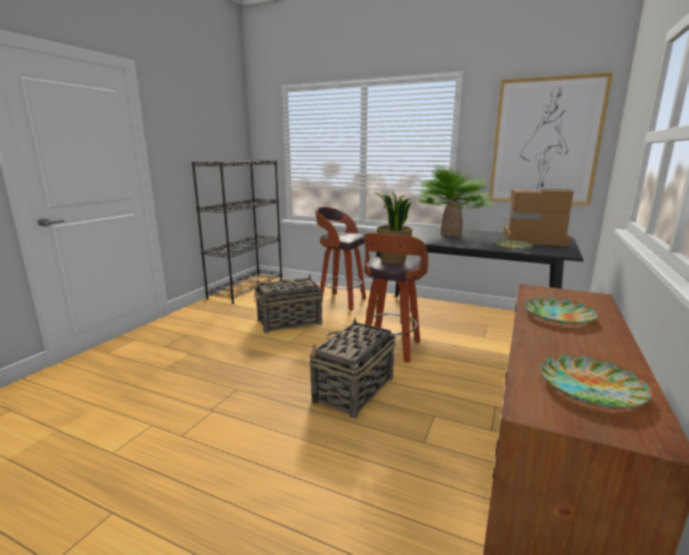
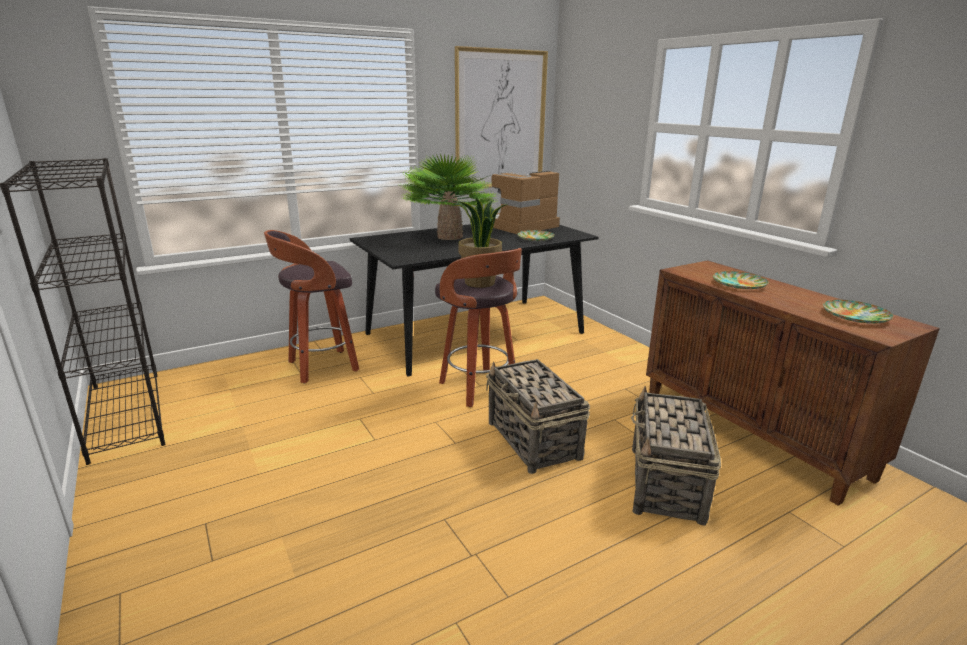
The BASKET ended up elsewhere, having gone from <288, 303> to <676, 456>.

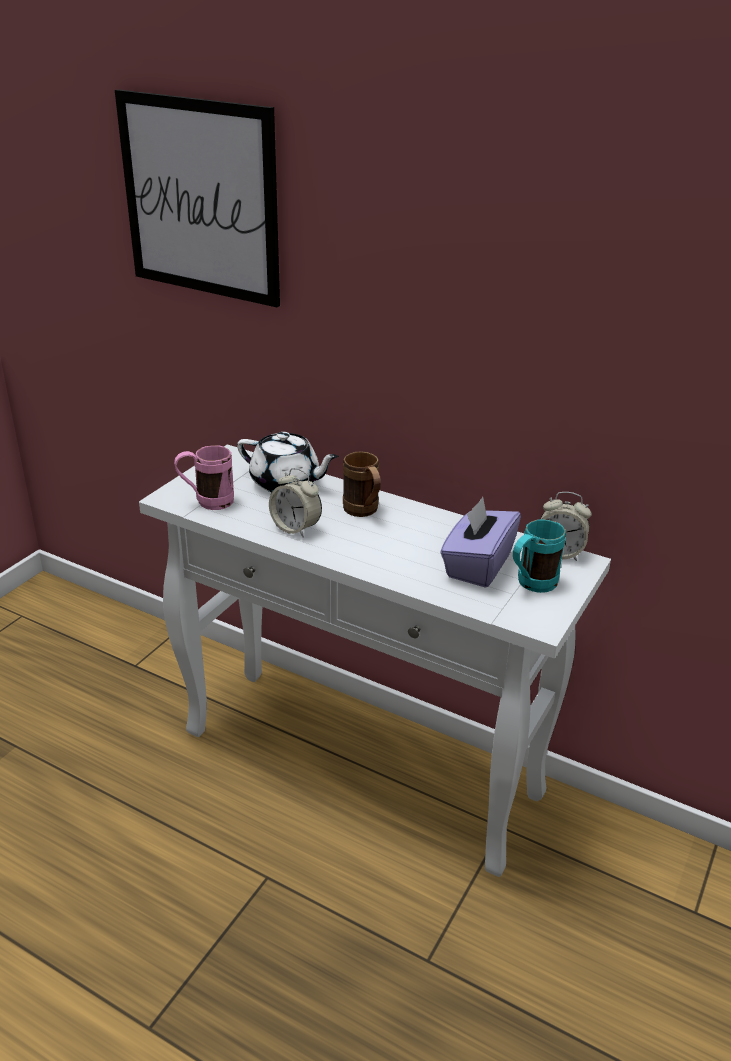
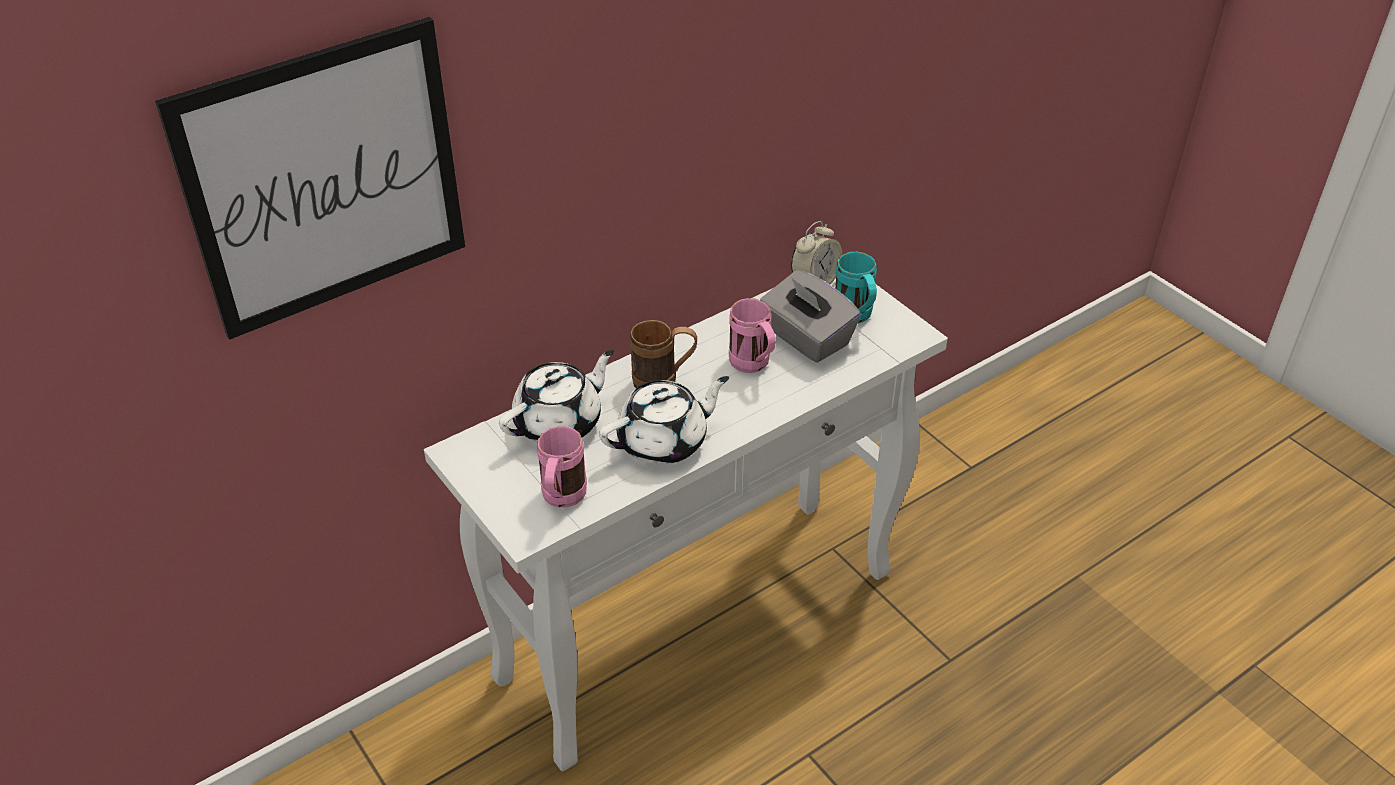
Where the ALARM CLOCK stood at <295, 503>, the WHITE TEAPOT came to stand at <664, 420>. What was the PURPLE TISSUE BOX at <480, 542> turned into the GREY TISSUE BOX at <810, 316>. The second view gained the PINK MUG at <752, 335>.

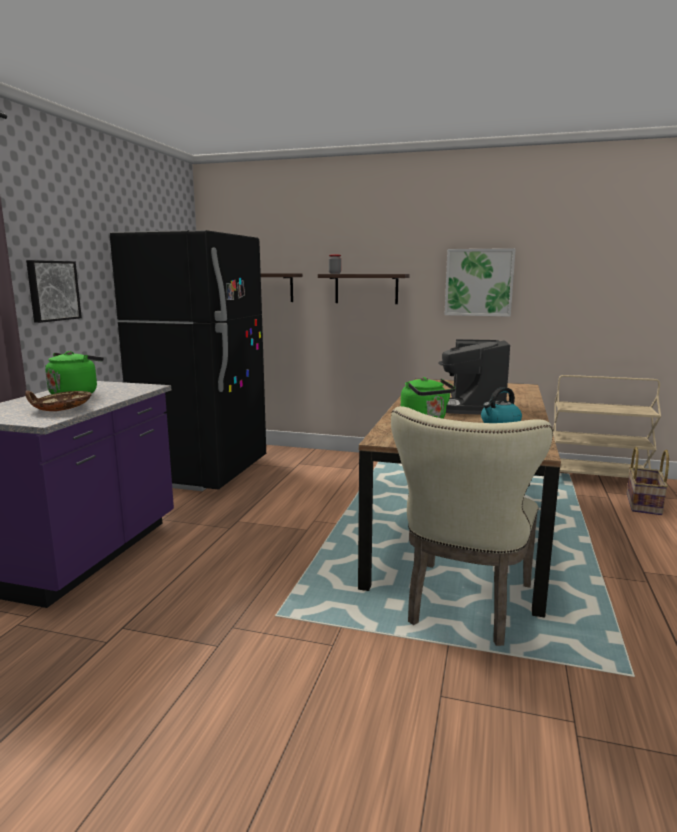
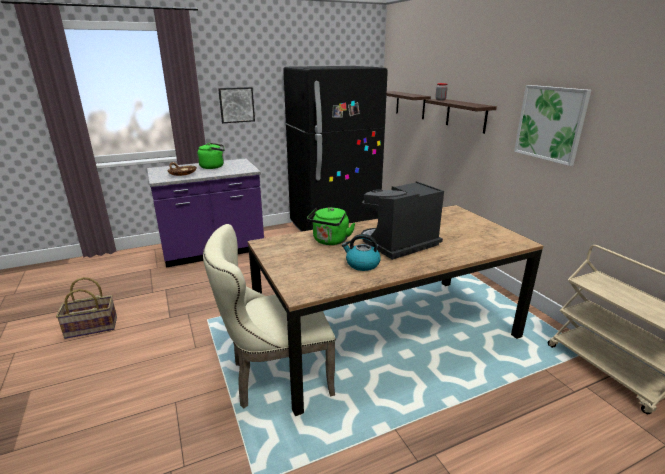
The BASKET ended up elsewhere, having gone from <648, 481> to <86, 308>.

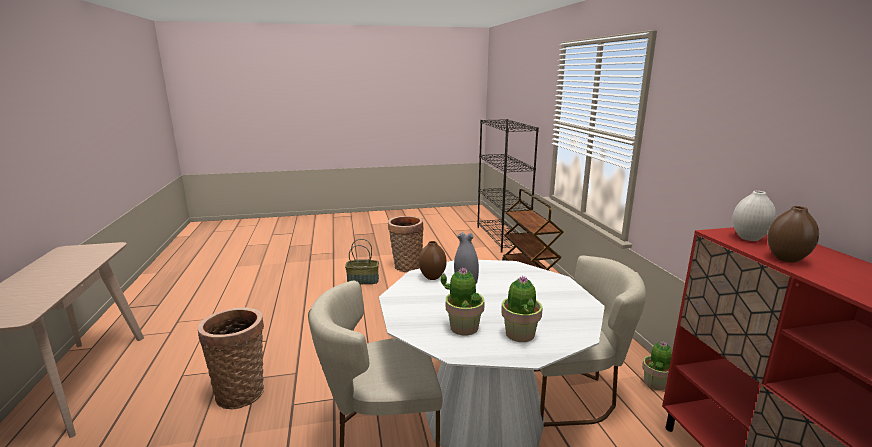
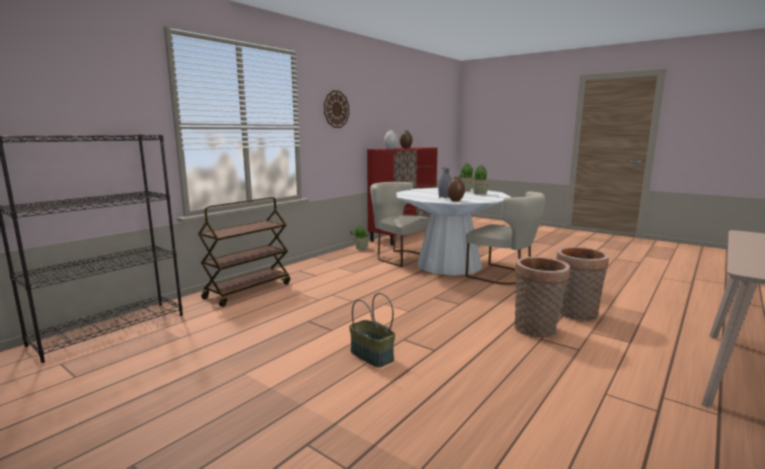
The BASKET ended up elsewhere, having gone from <406, 244> to <542, 297>. The second view gained the WALL CLOCK at <336, 109>.

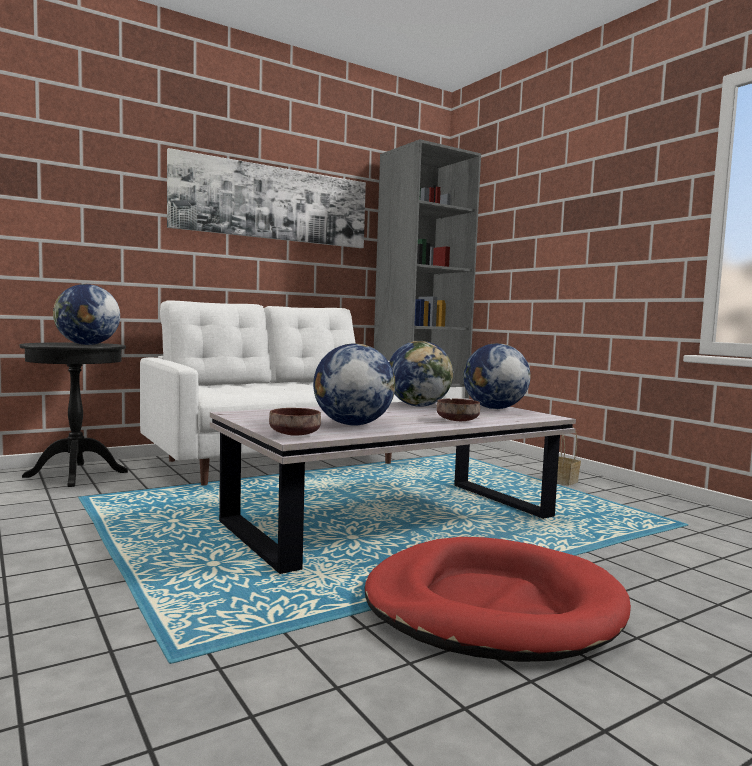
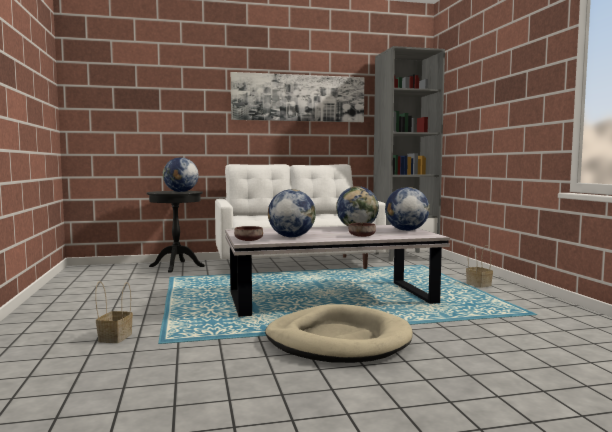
What was the RED DOG BED at <497, 599> turned into the BEIGE DOG BED at <339, 333>. The second view gained the BASKET at <114, 312>.

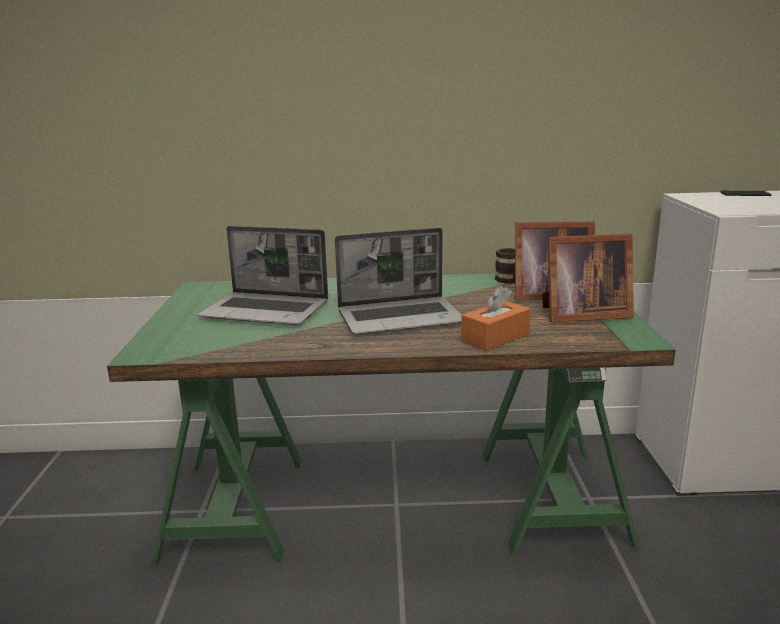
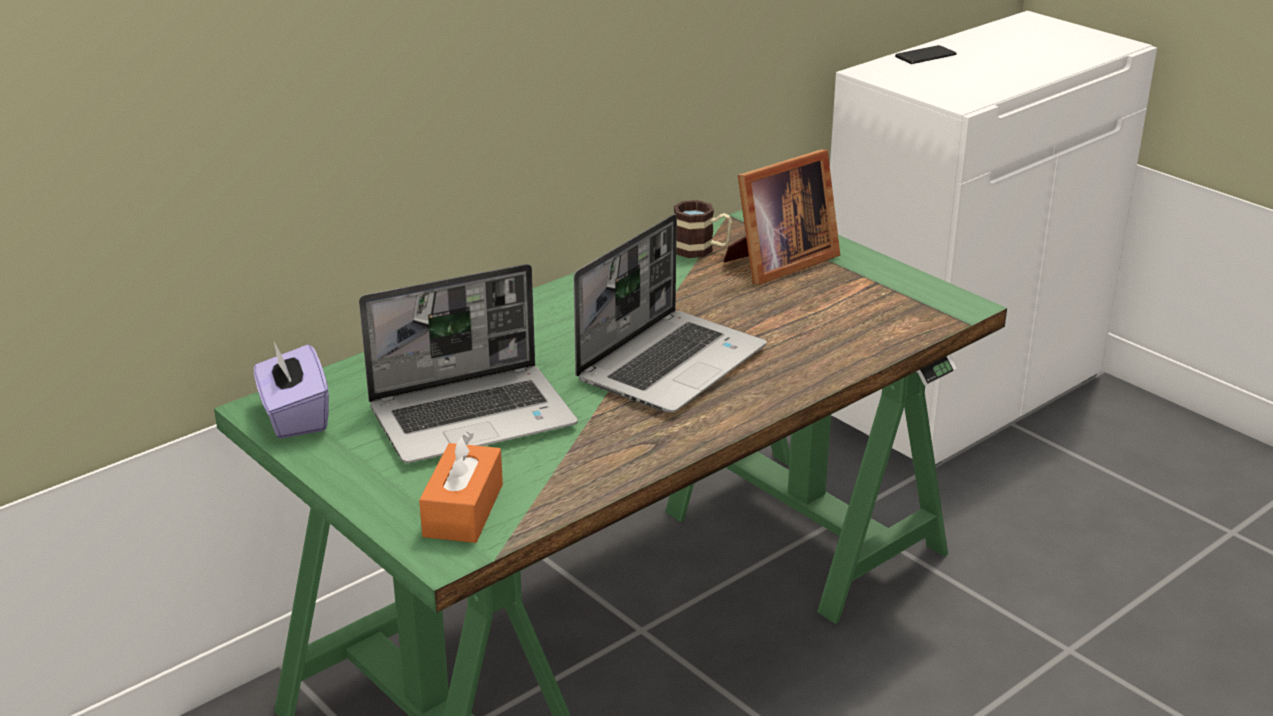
The ORANGE TISSUE BOX ended up elsewhere, having gone from <496, 318> to <461, 487>. The second view lost the PICTURE FRAME at <588, 277>. The second view gained the PURPLE TISSUE BOX at <291, 390>.

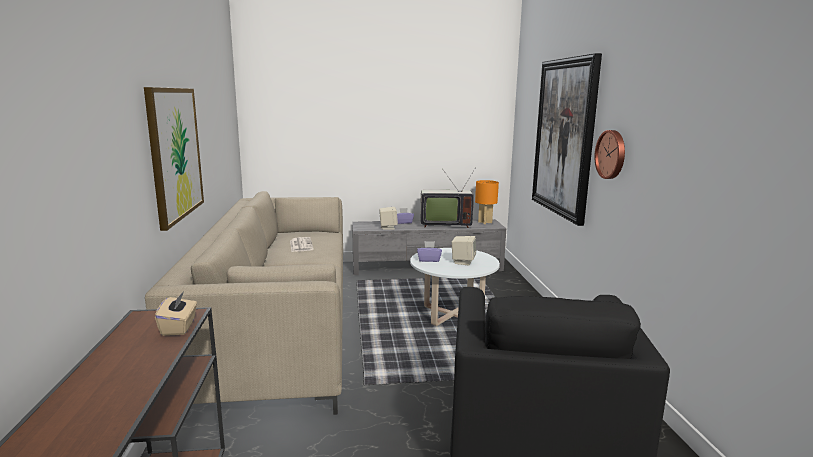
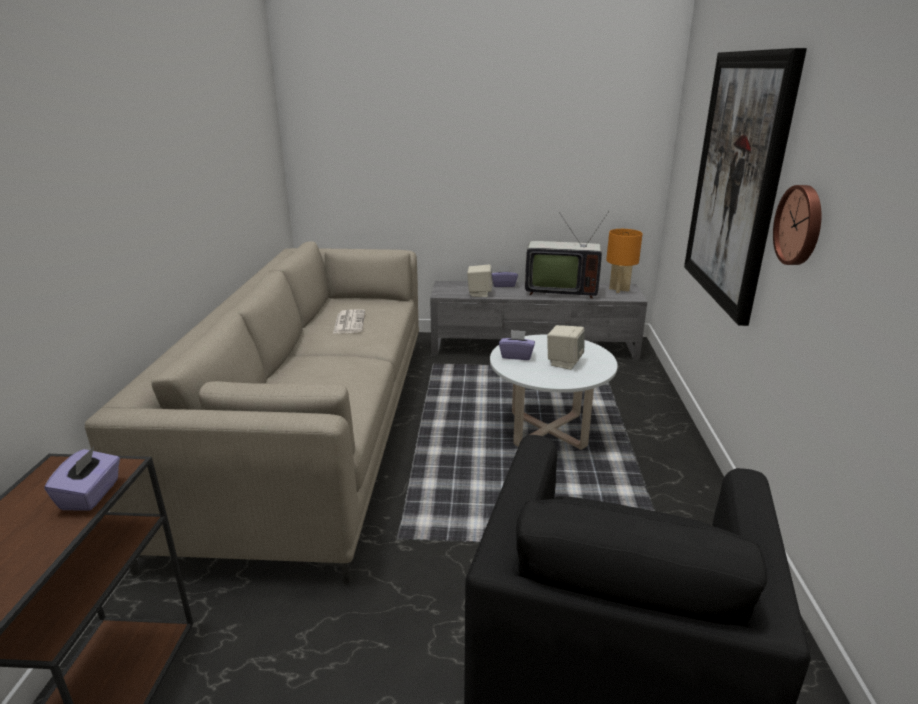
The second view lost the PICTURE at <174, 159>. What was the BEIGE TISSUE BOX at <176, 313> turned into the PURPLE TISSUE BOX at <82, 479>.

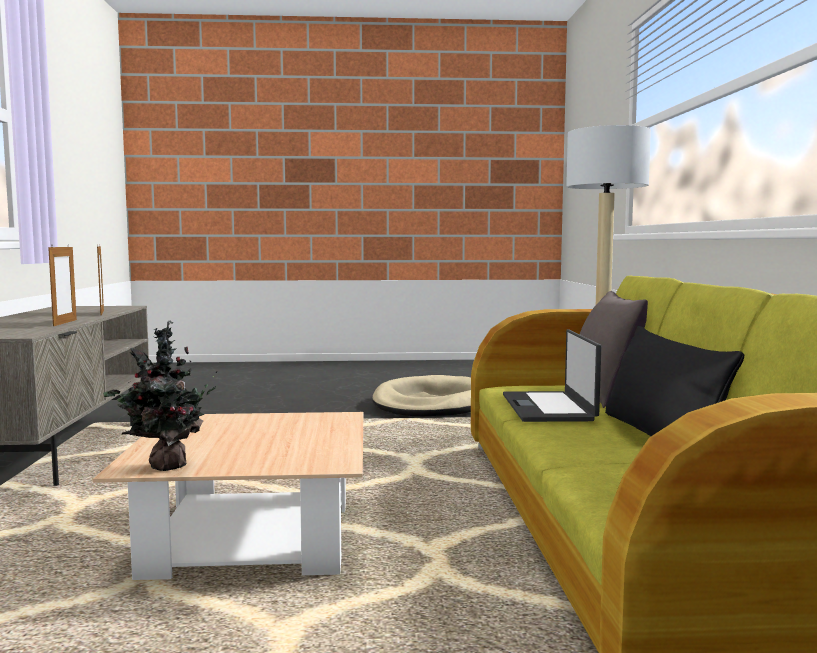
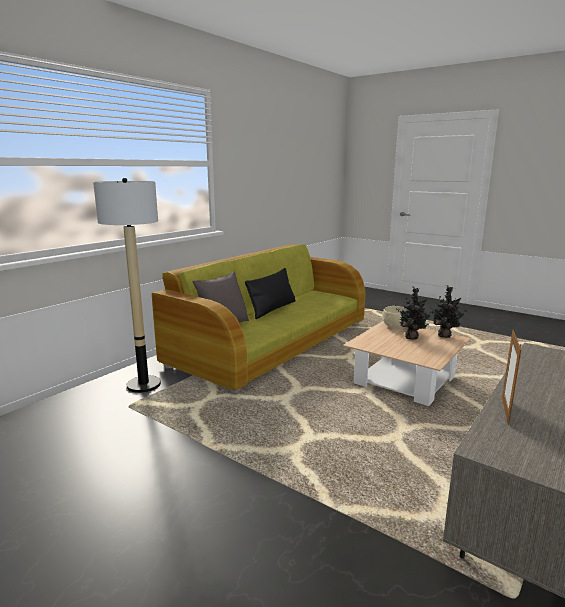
The second view lost the PICTURE FRAME at <62, 285>. The second view lost the BEIGE DOG BED at <421, 395>. The second view lost the LAPTOP at <552, 375>. The second view gained the BEIGE BOWL at <394, 317>. The second view gained the POTTED PLANT at <416, 313>.

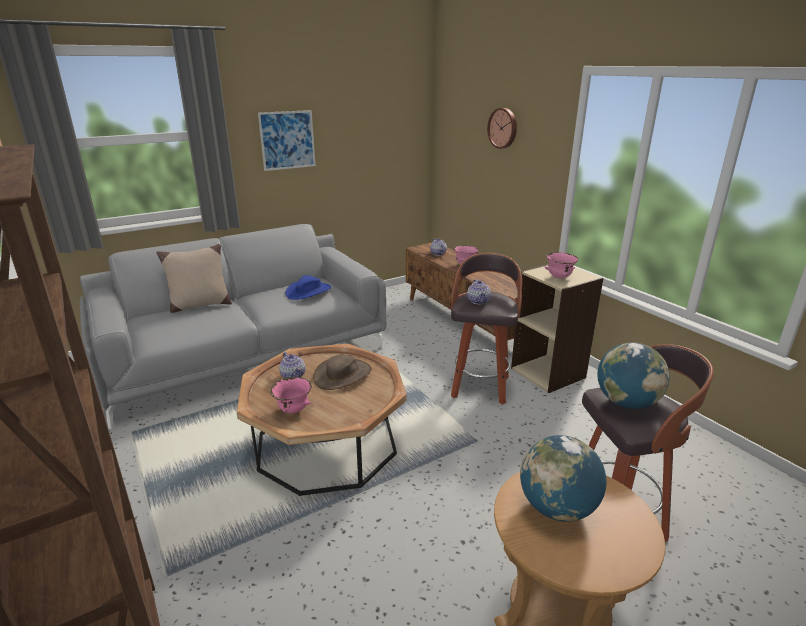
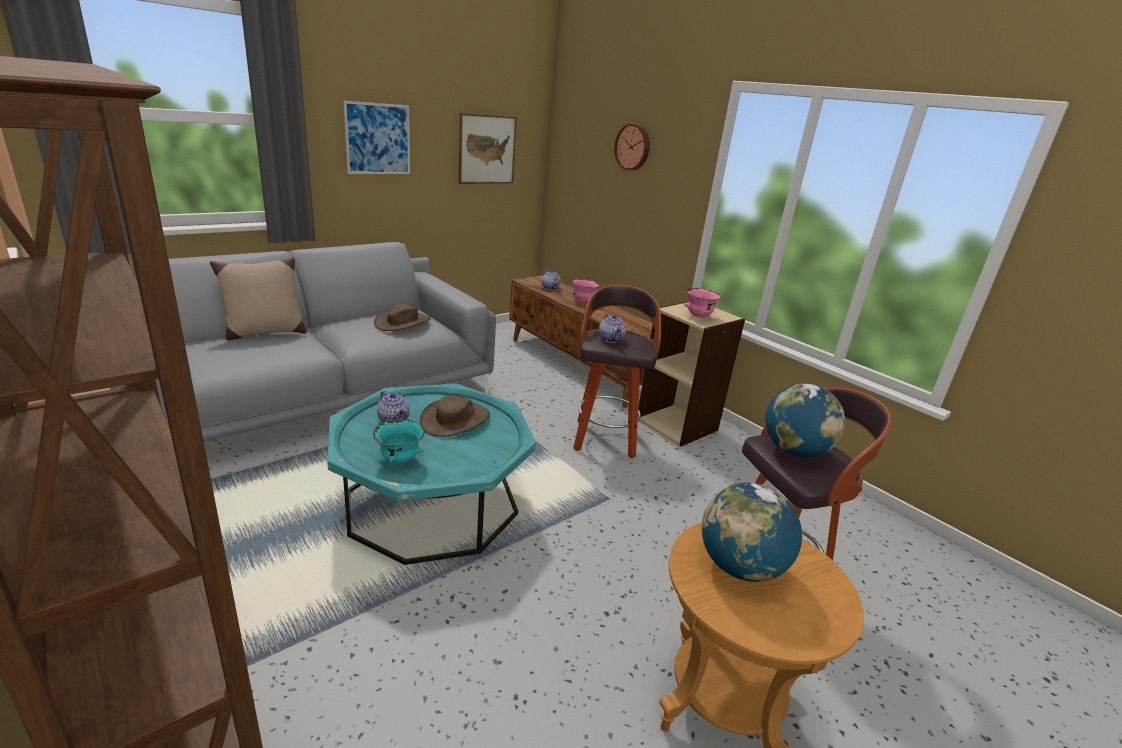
What was the BROWN COFFEE TABLE at <321, 420> turned into the TURQUOISE COFFEE TABLE at <431, 474>. What was the PINK BOWL at <291, 395> turned into the TURQUOISE BOWL at <399, 441>. What was the BLUE HAT at <308, 287> turned into the BROWN HAT at <402, 317>. The second view gained the PICTURE at <488, 148>.

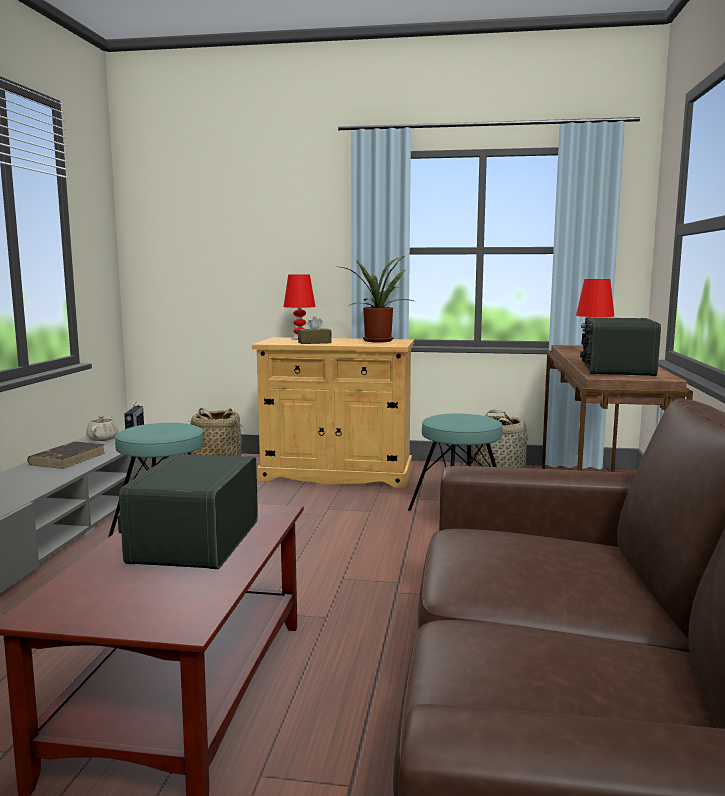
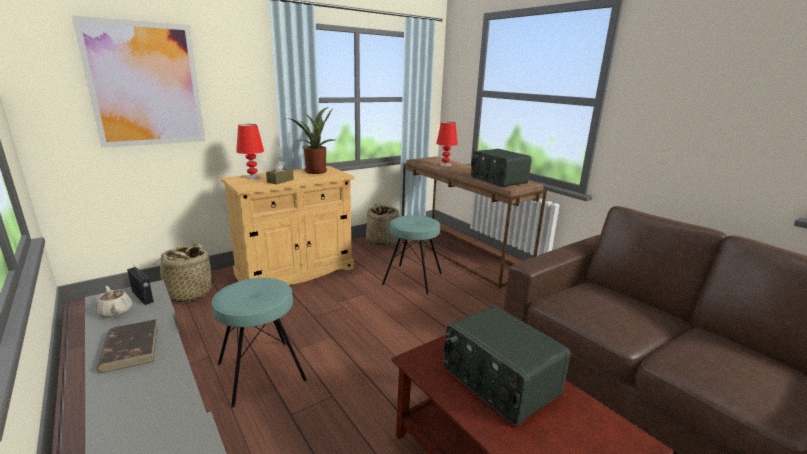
The second view gained the PICTURE at <138, 81>.

